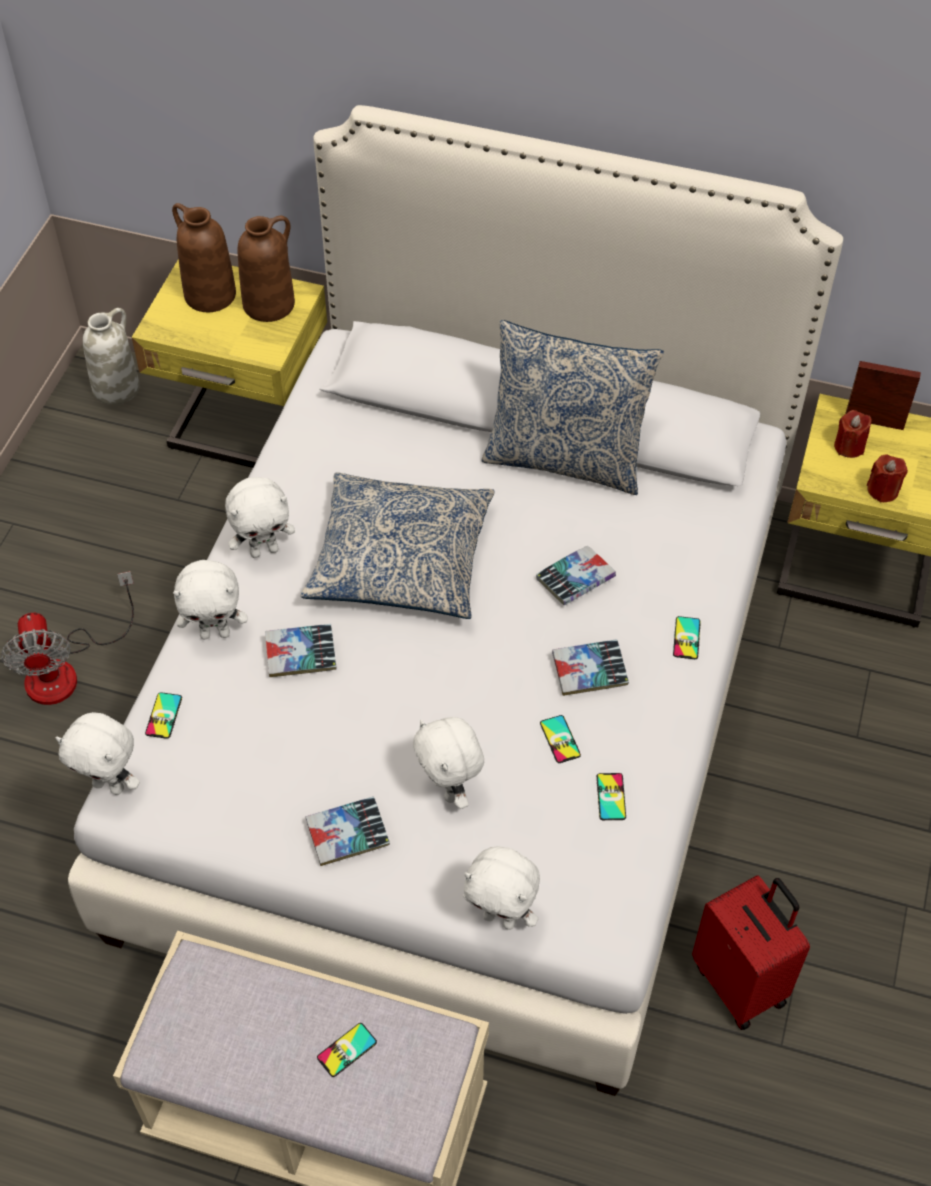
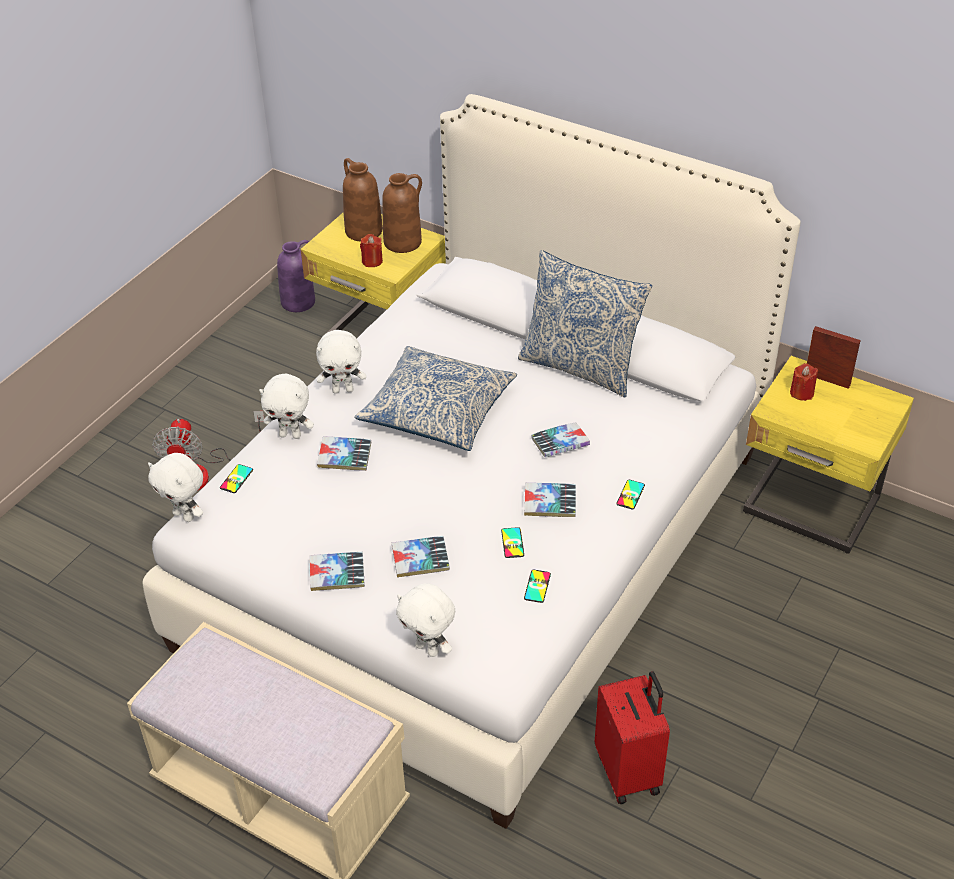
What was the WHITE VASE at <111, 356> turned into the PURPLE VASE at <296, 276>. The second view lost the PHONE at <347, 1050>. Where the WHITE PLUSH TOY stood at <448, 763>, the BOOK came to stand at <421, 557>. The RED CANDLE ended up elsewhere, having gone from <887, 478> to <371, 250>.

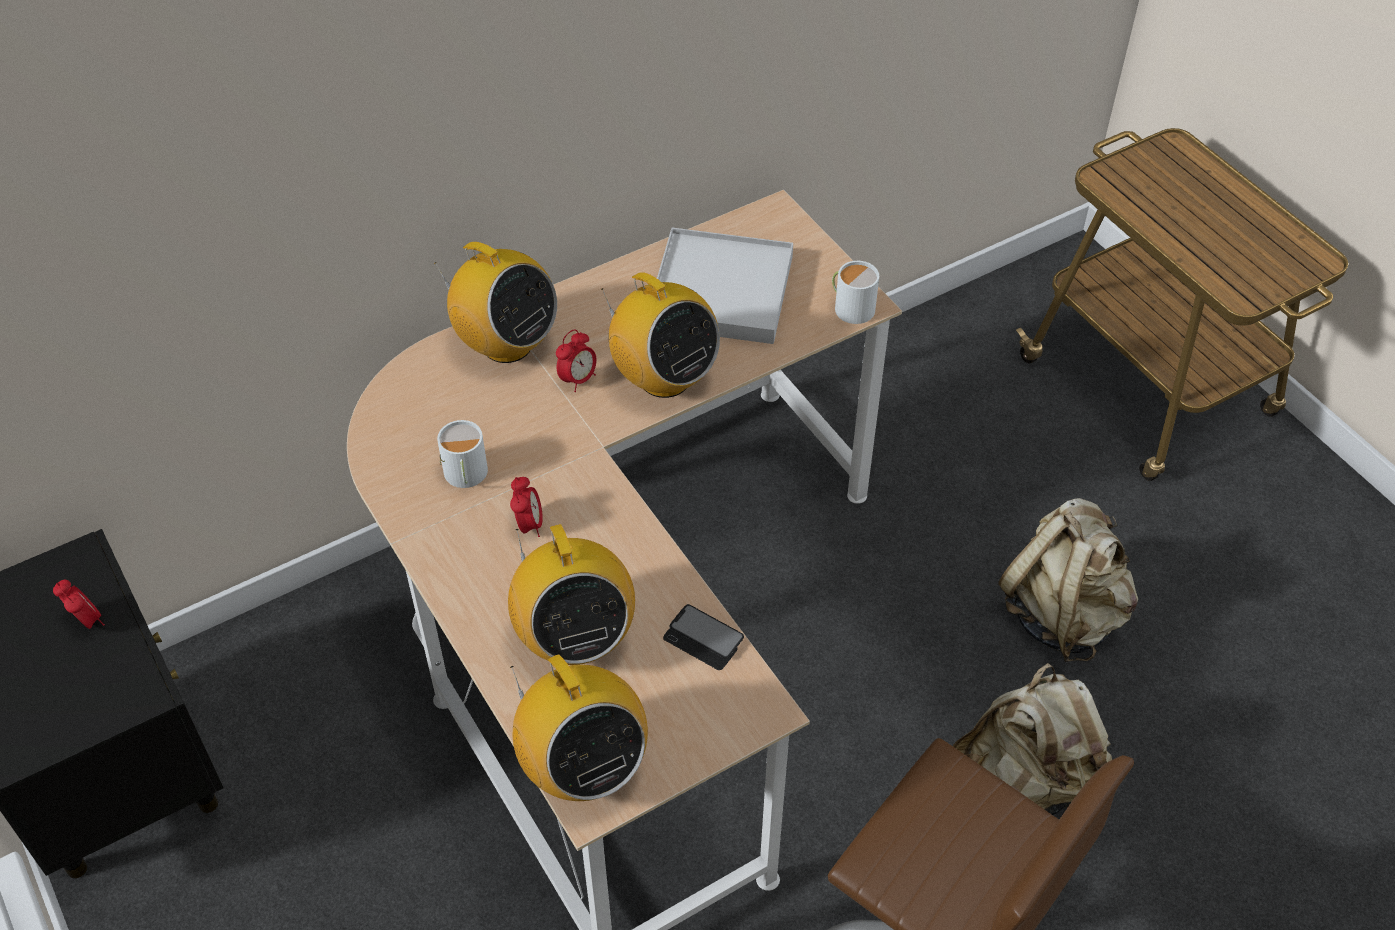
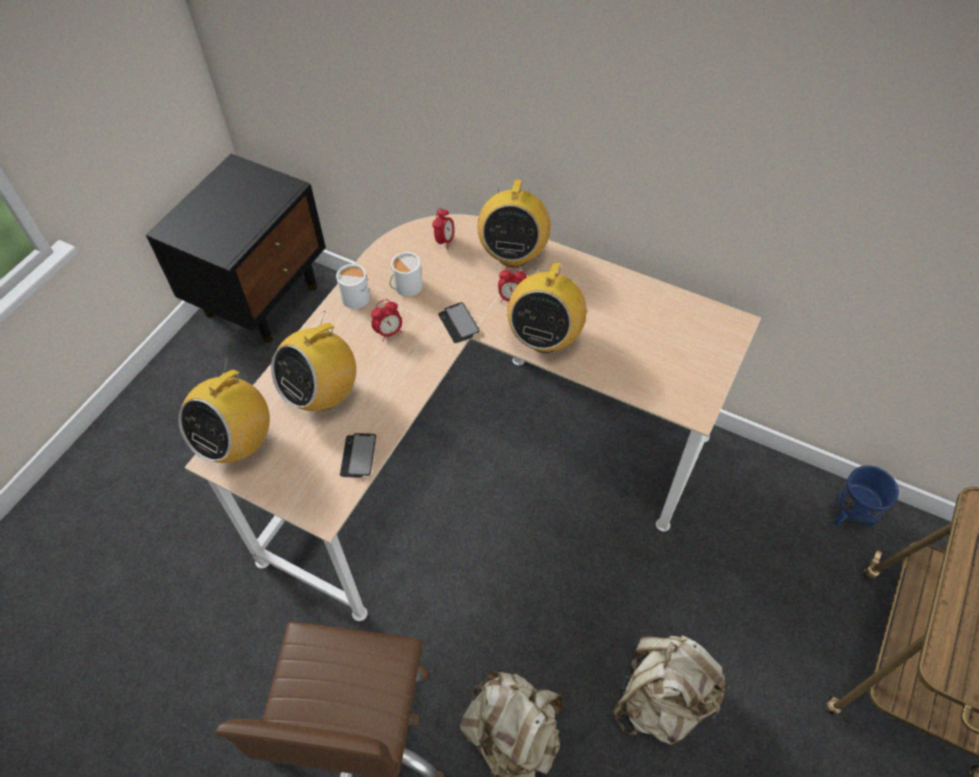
The ALARM CLOCK ended up elsewhere, having gone from <79, 604> to <443, 228>. The second view lost the WHITE TRAY at <725, 286>. The WHITE MUG ended up elsewhere, having gone from <855, 292> to <353, 286>. The second view gained the PHONE at <459, 322>. The second view gained the BLUE PLANTER at <866, 496>.

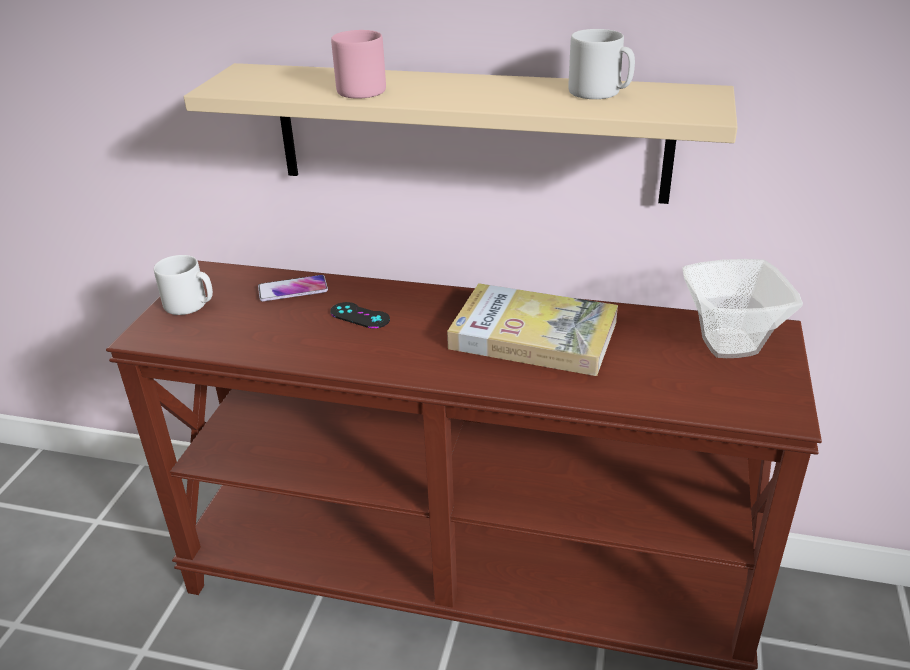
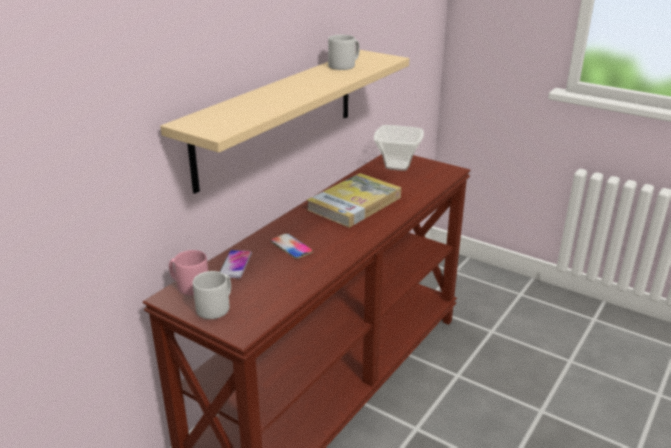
Where the BLACK GAME CONTROLLER stood at <360, 315>, the PHONE came to stand at <291, 246>. The PINK MUG ended up elsewhere, having gone from <358, 64> to <188, 272>.

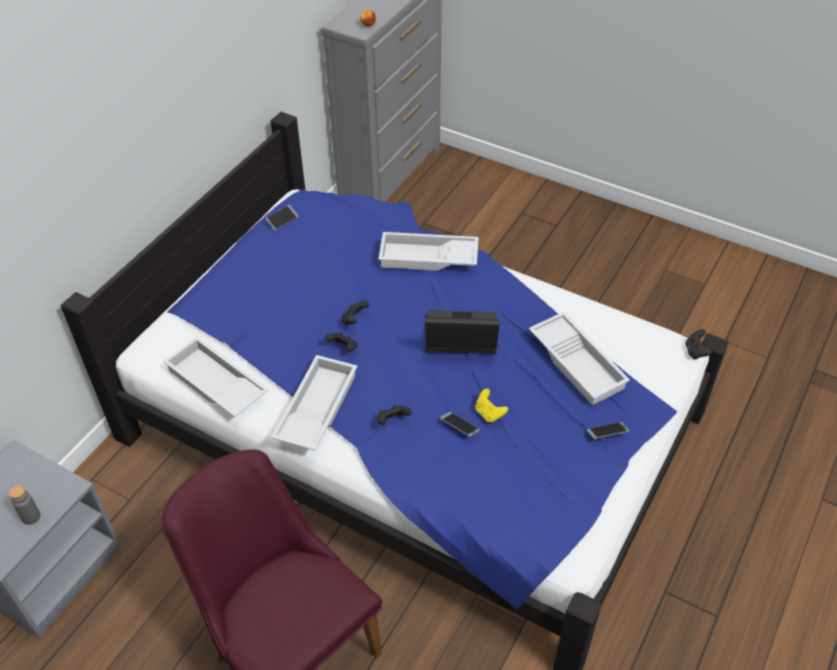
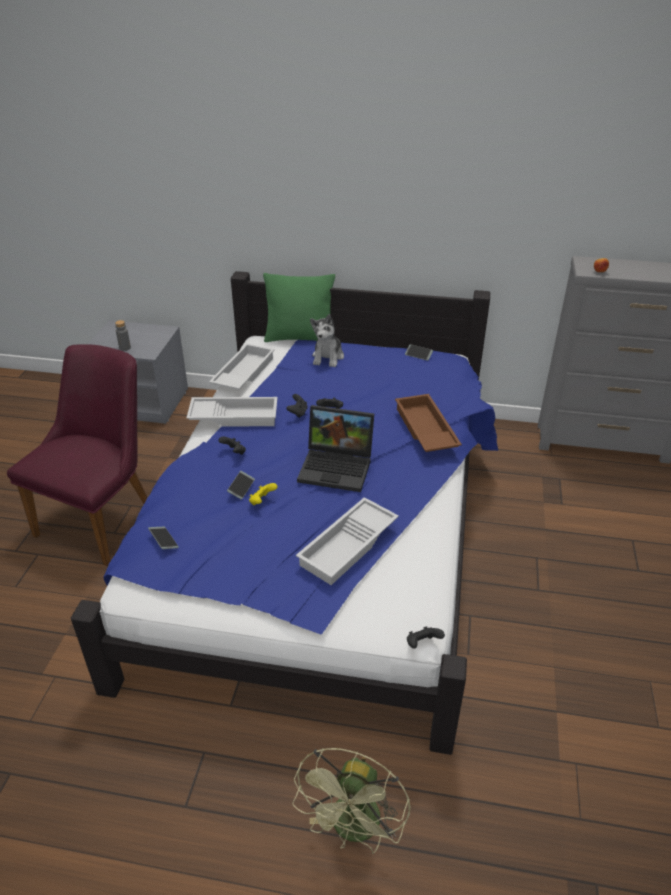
What was the WHITE TRAY at <428, 251> turned into the BROWN TRAY at <428, 423>. The LAPTOP at <462, 332> ended up facing another way, 120 degrees clockwise from before. The PHONE ended up elsewhere, having gone from <608, 430> to <163, 538>. The second view gained the GREEN PILLOW at <299, 307>. The second view gained the GREEN FAN at <351, 801>. The second view gained the PLUSH TOY at <327, 340>.

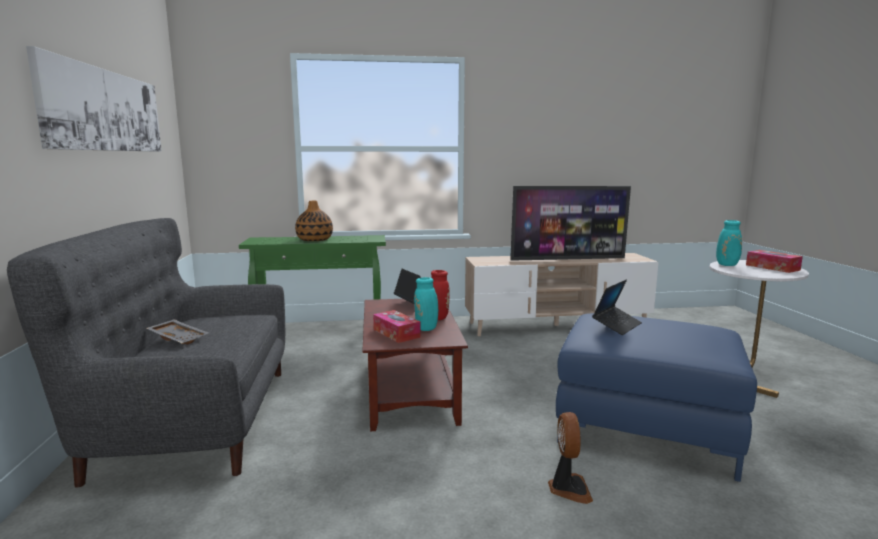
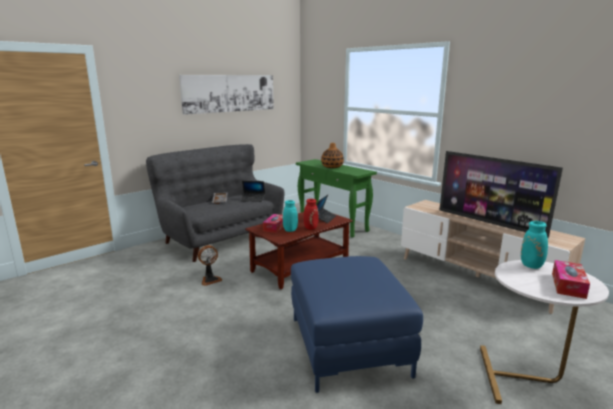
The FAN ended up elsewhere, having gone from <570, 458> to <210, 265>. The LAPTOP ended up elsewhere, having gone from <617, 307> to <253, 191>.

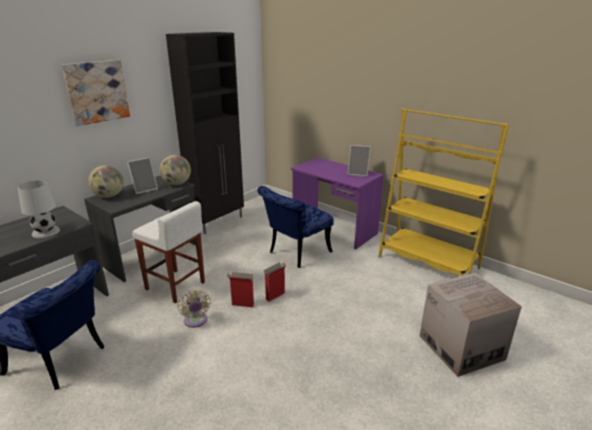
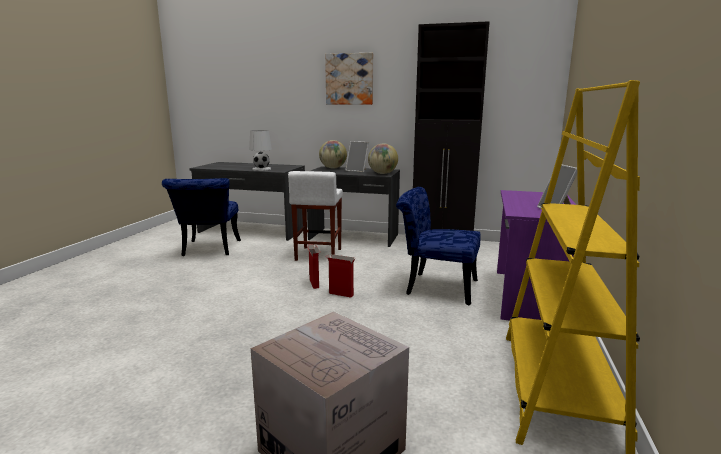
The second view lost the BEIGE FAN at <194, 309>.

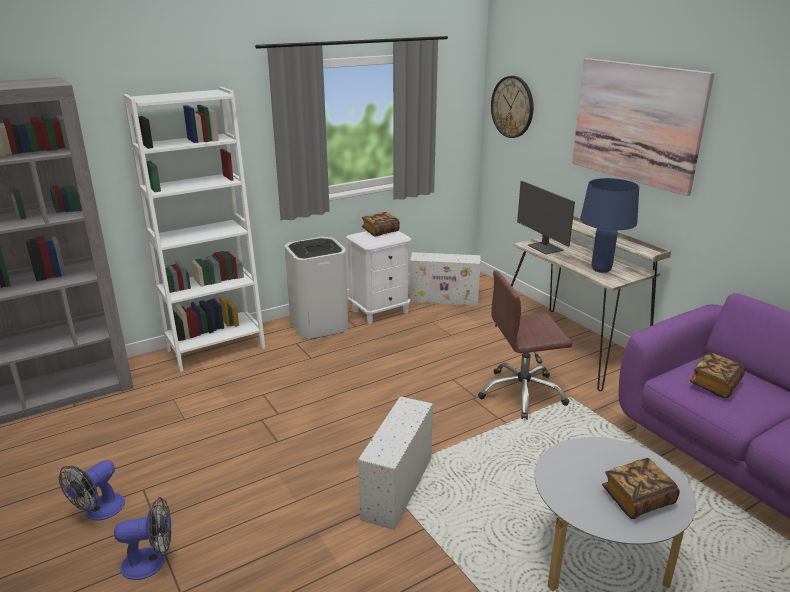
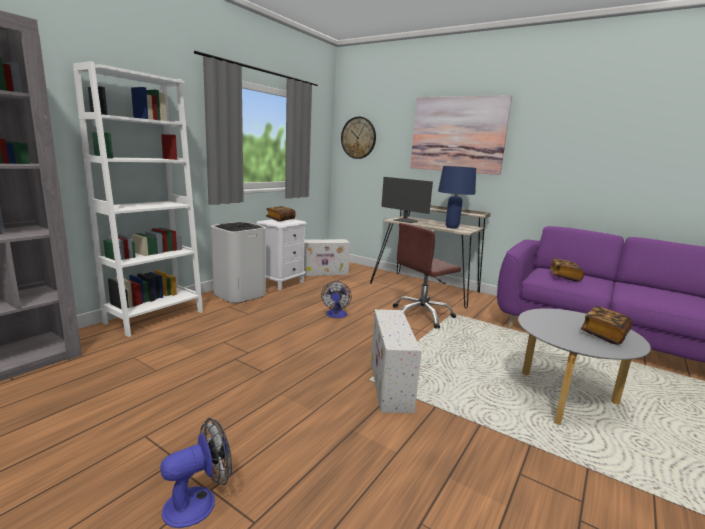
The FAN ended up elsewhere, having gone from <92, 490> to <336, 299>.

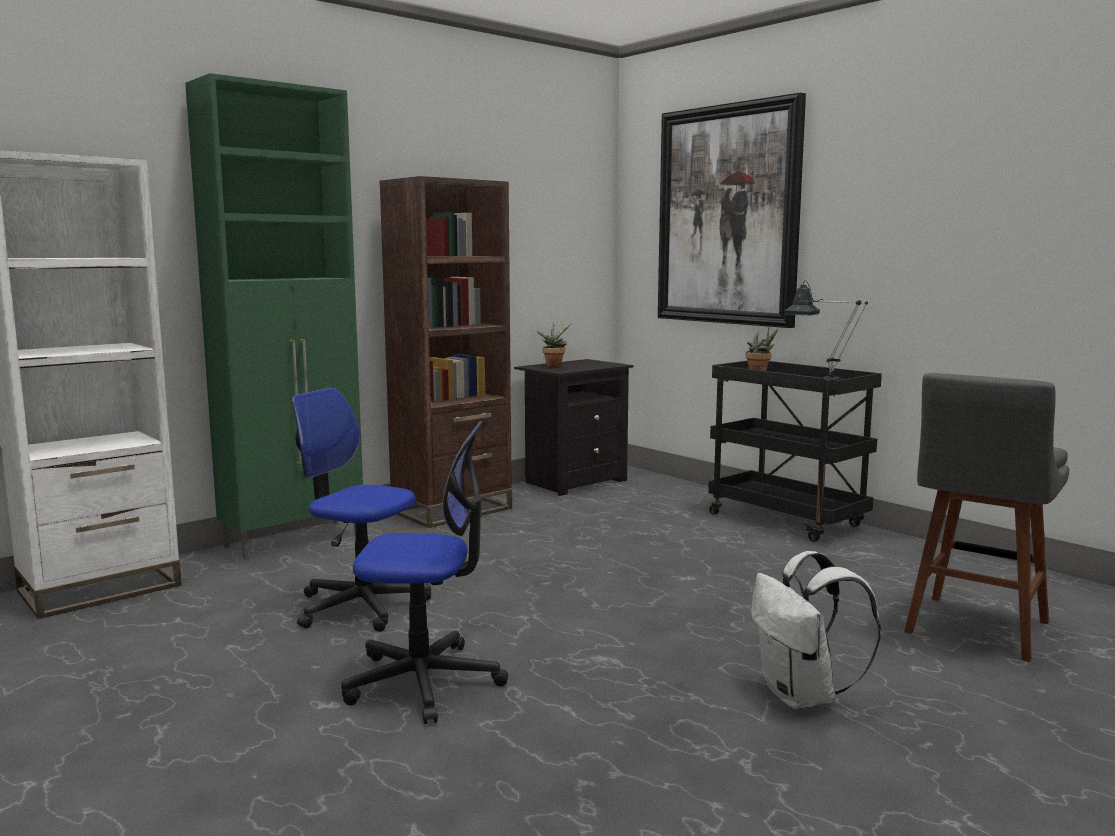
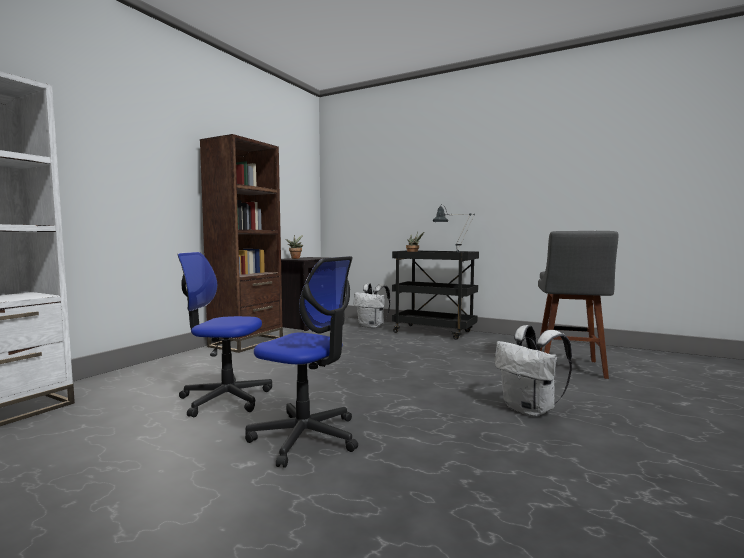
The second view lost the GREEN CABINET at <274, 316>. The OFFICE CHAIR at <424, 572> ended up facing another way, 45 degrees clockwise from before. The second view lost the PICTURE at <732, 210>. The second view gained the WHITE BACKPACK at <372, 305>.

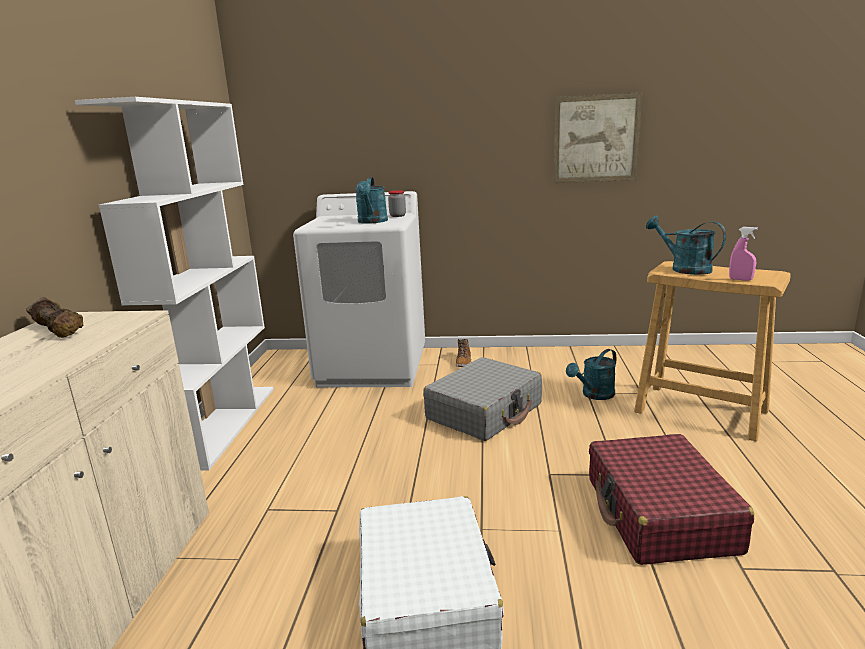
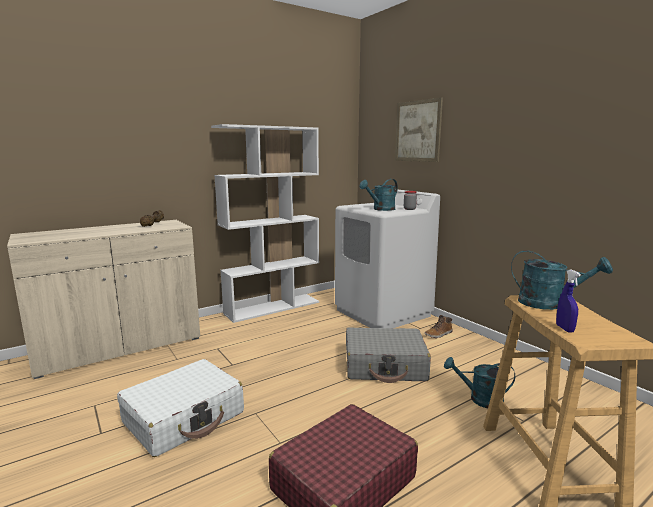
The PICTURE ended up elsewhere, having gone from <597, 138> to <419, 129>. The TURQUOISE WATERING CAN at <686, 245> ended up facing another way, 105 degrees clockwise from before. What was the PINK SPRAY BOTTLE at <743, 254> turned into the BLUE SPRAY BOTTLE at <568, 301>.

